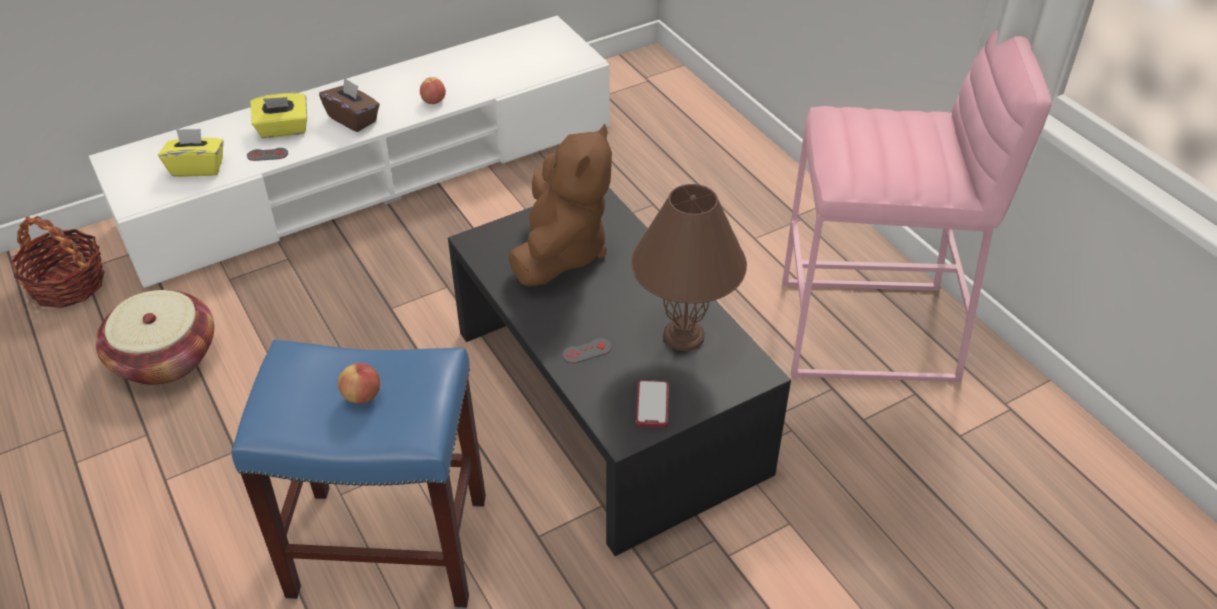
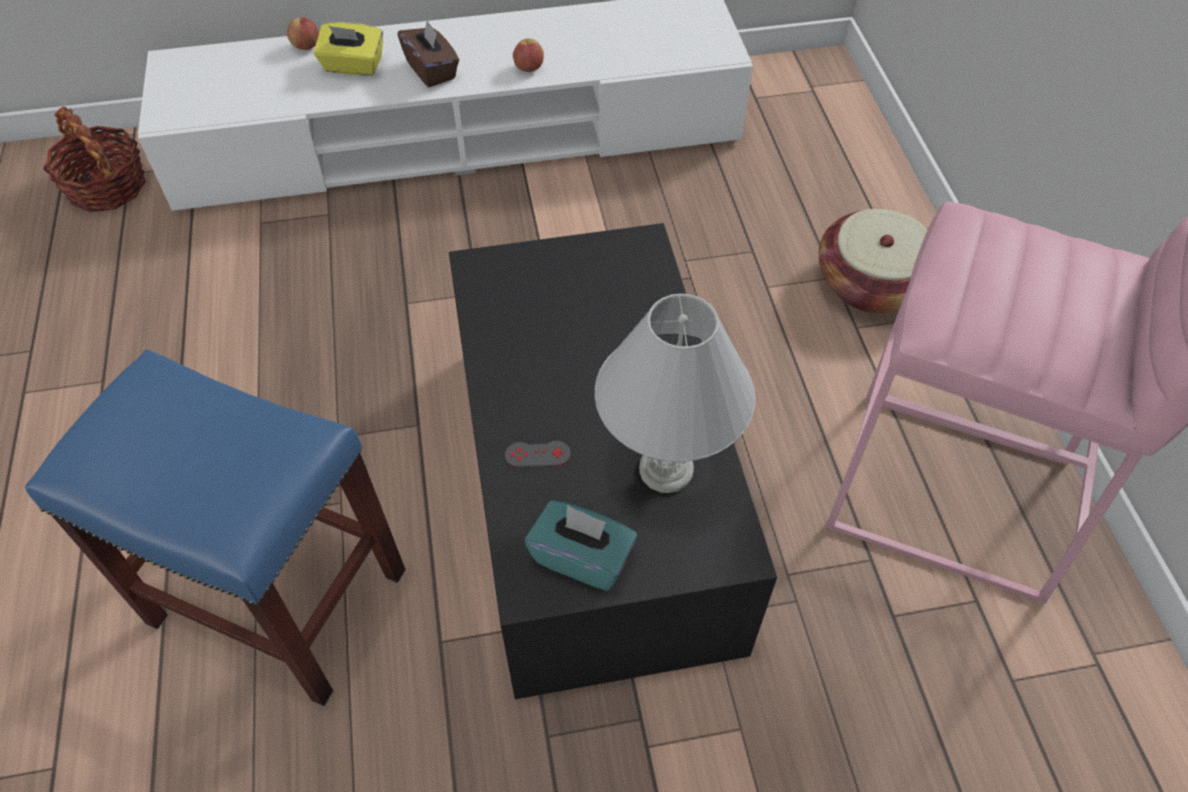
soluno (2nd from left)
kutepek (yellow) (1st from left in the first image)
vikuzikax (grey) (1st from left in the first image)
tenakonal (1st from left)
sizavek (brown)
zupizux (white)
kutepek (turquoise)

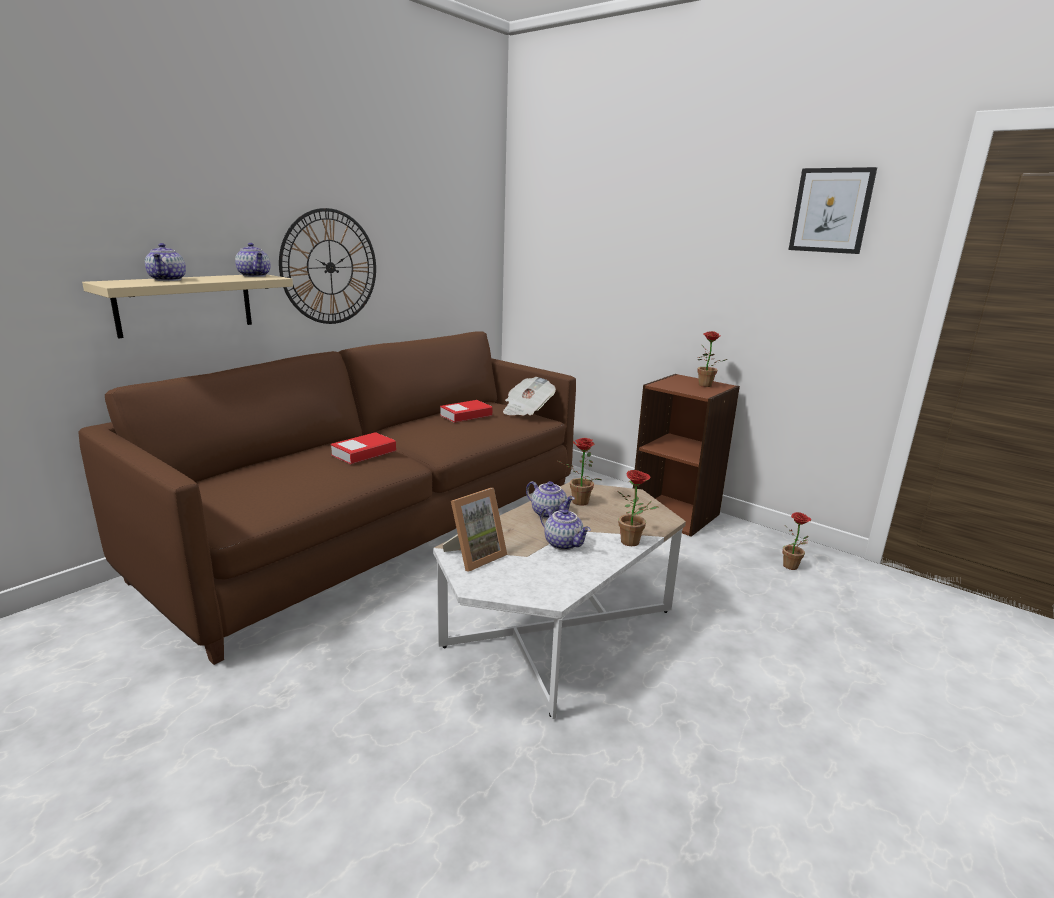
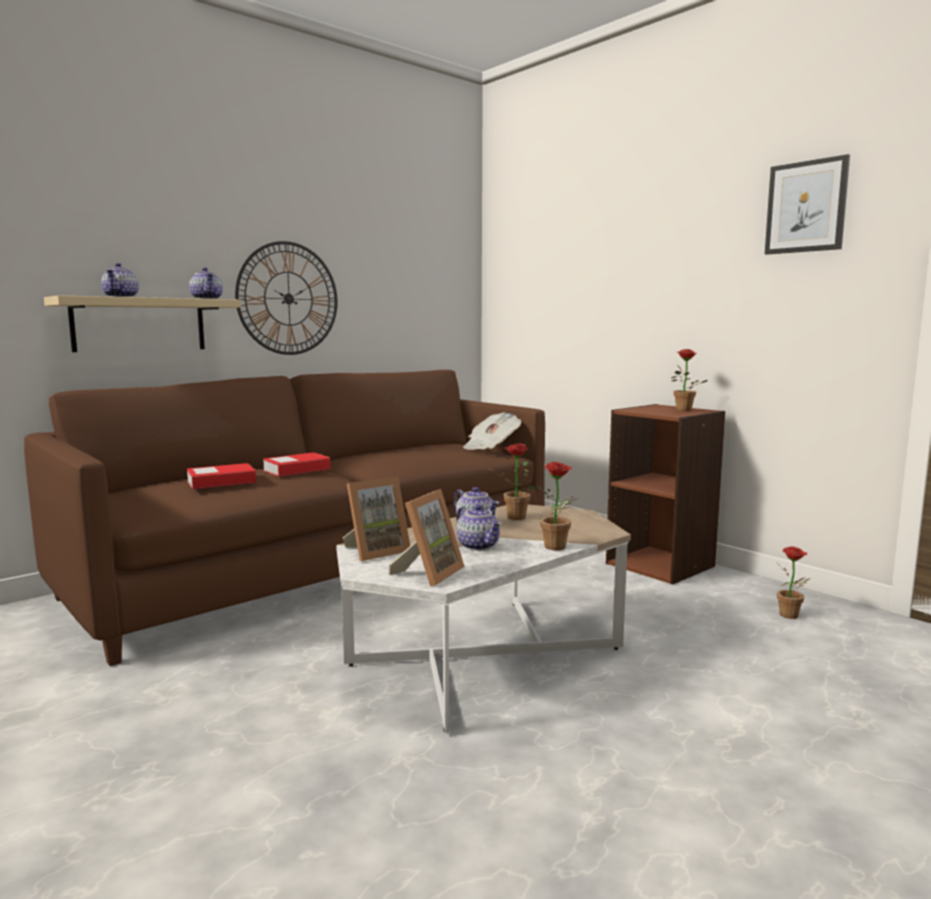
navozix (1st from left)
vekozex (2nd from left)

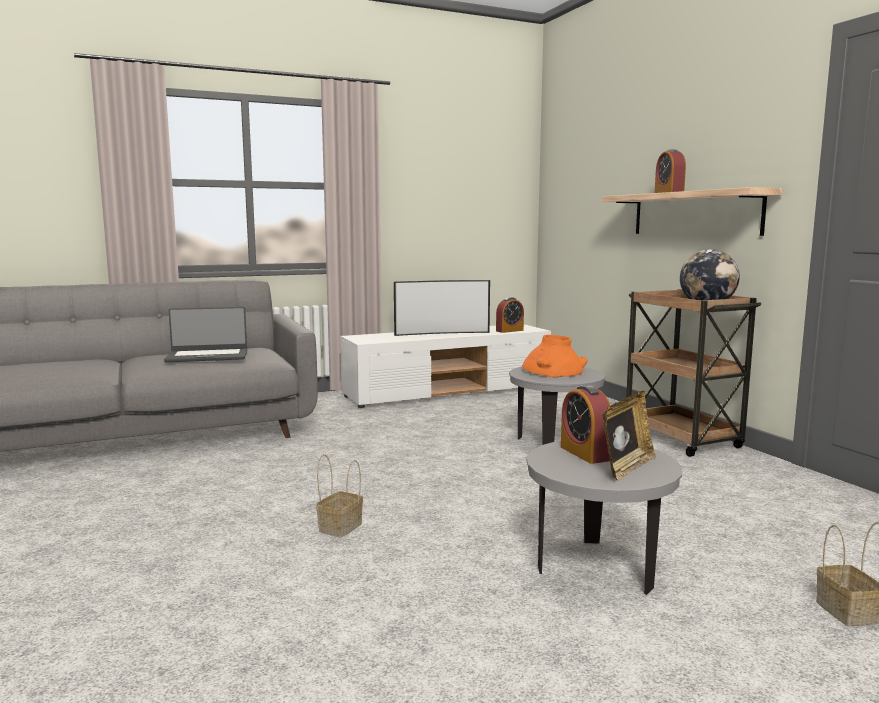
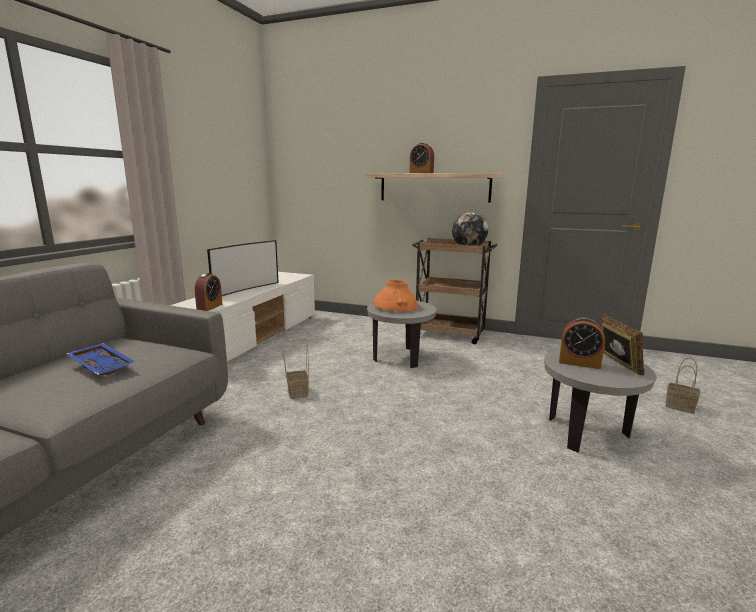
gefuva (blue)
soluno (1st from left)
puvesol (1st from left)

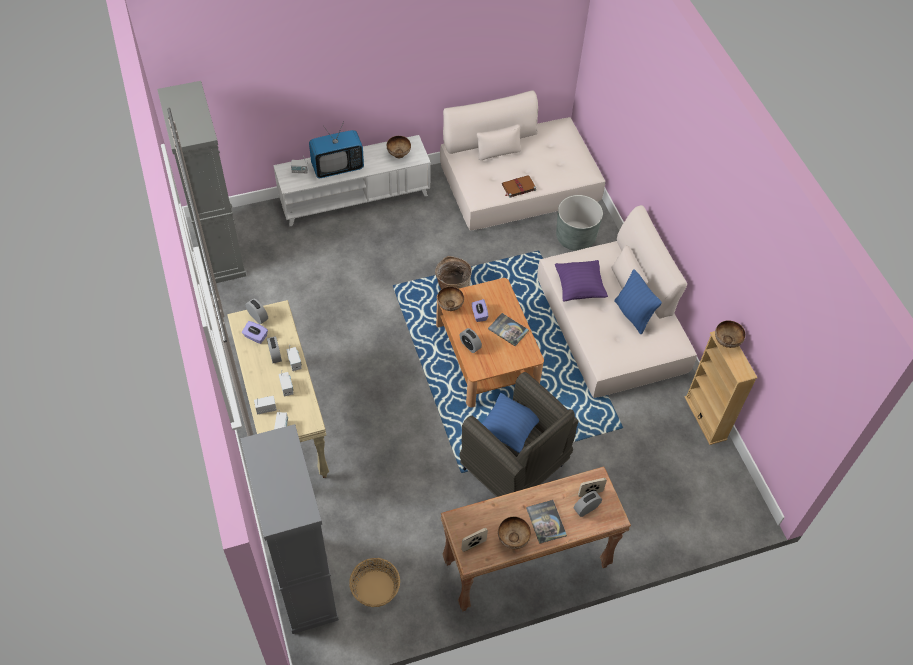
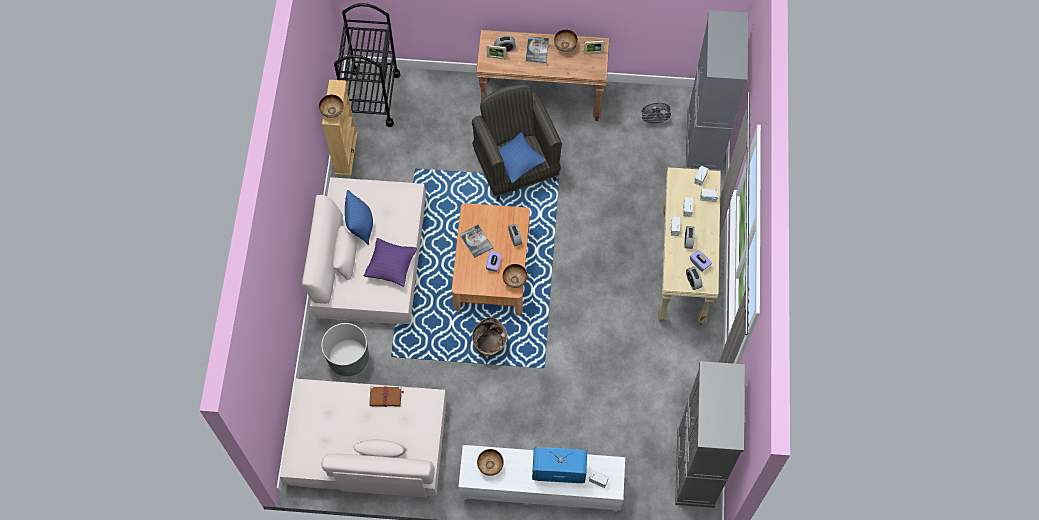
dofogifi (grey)
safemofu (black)

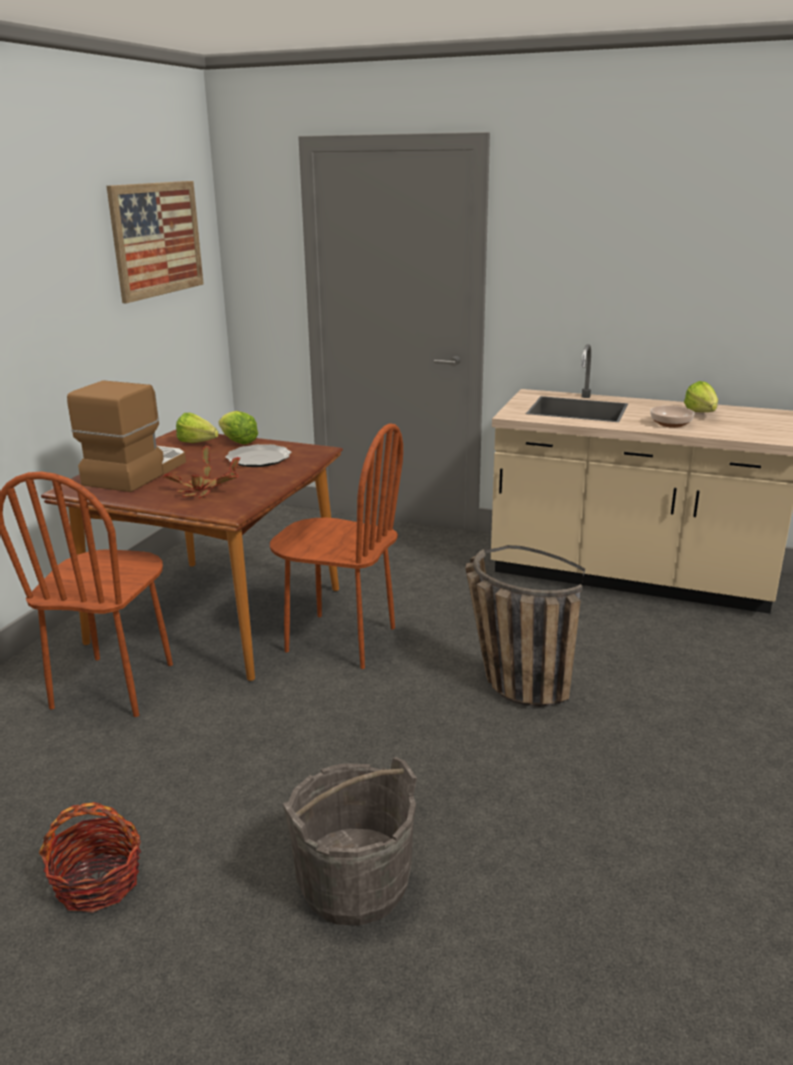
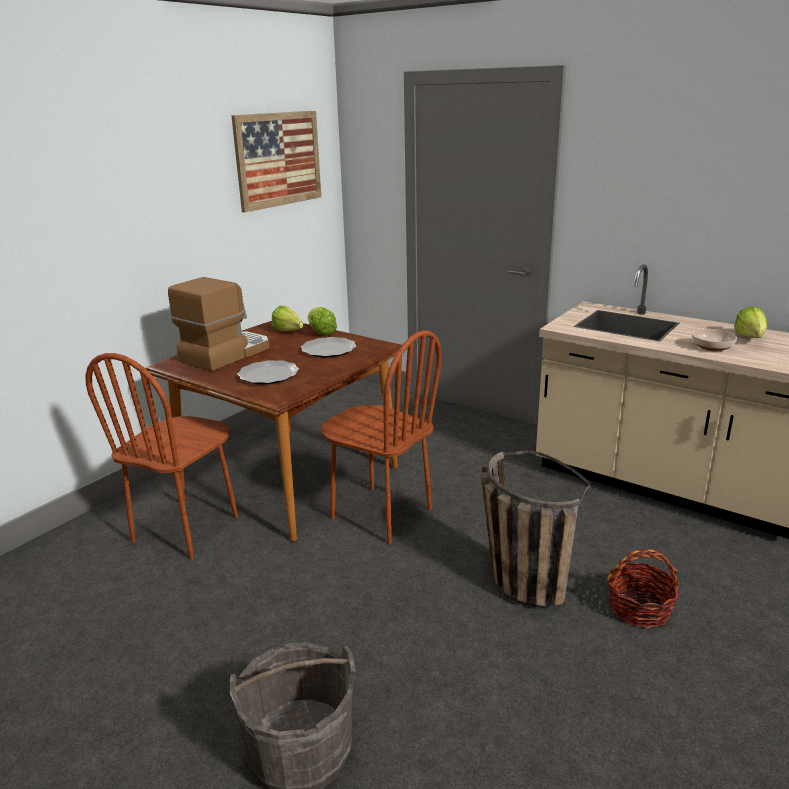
soluno (2nd from left)
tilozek (1st from left)

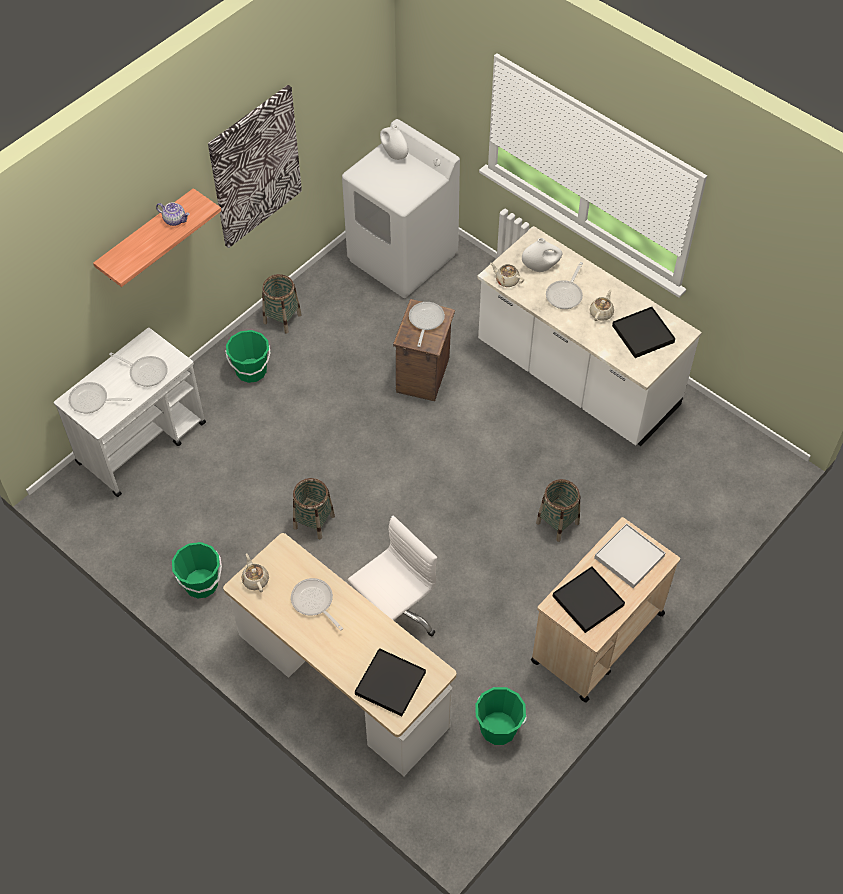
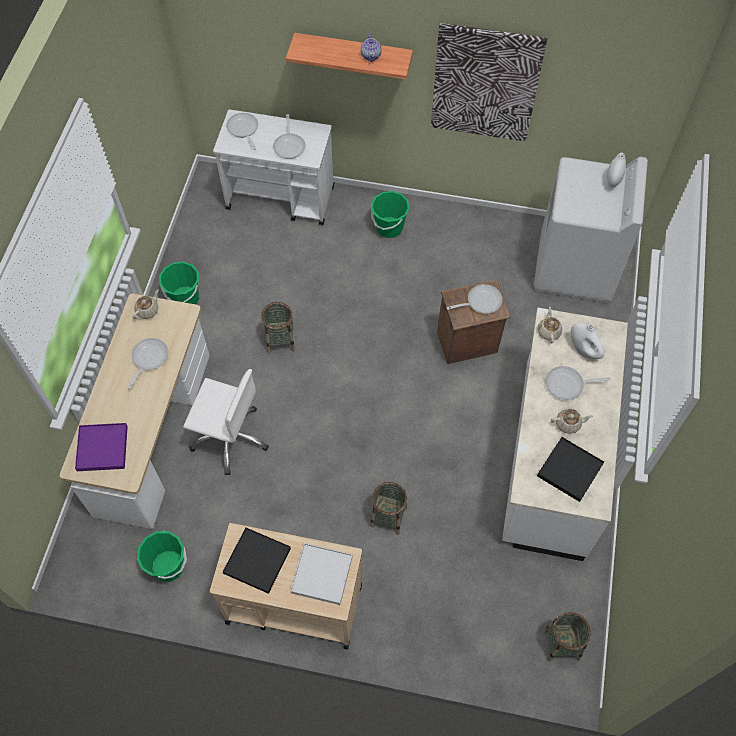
soluno (3rd from left)
gefuva (purple)

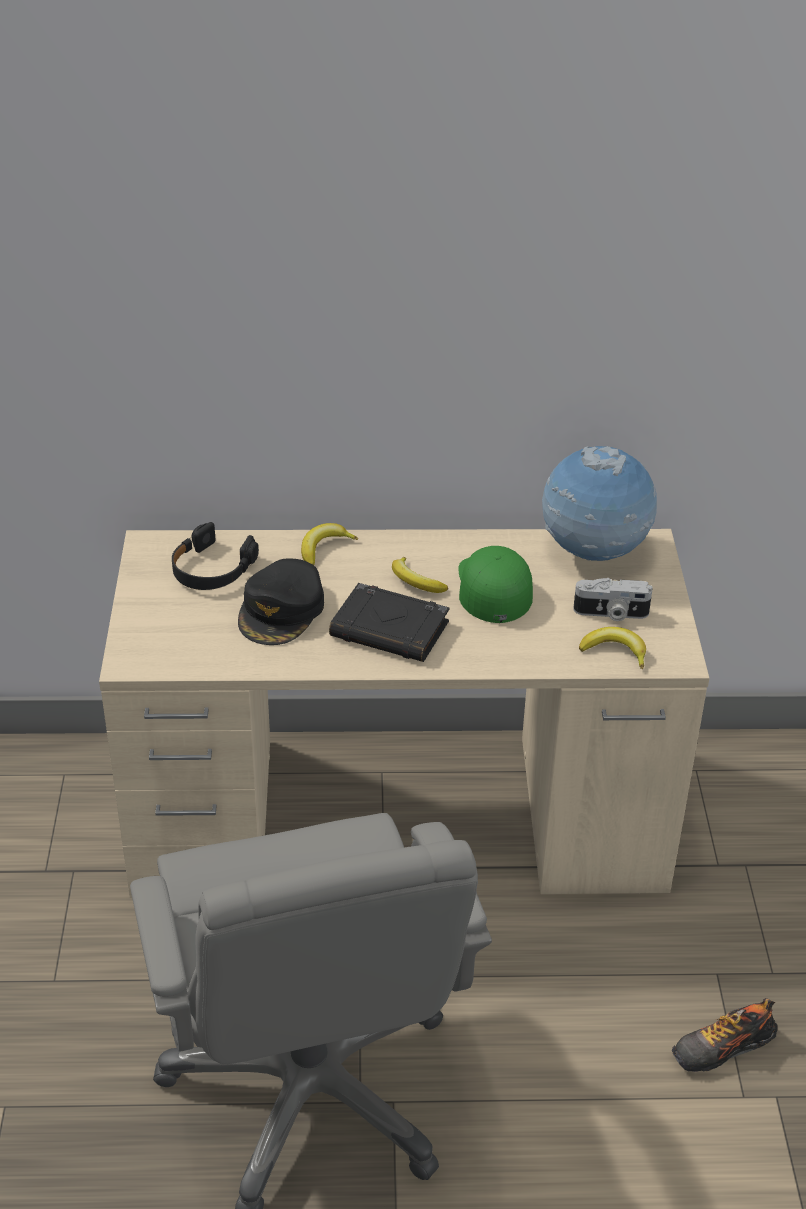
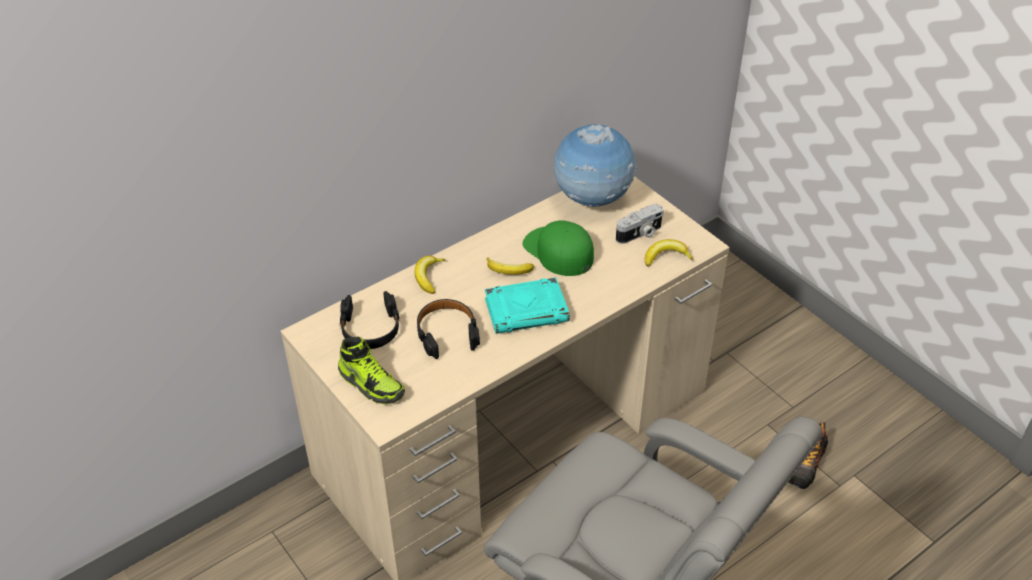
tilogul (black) (2nd from left)
navozix (turquoise)
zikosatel (1st from left)

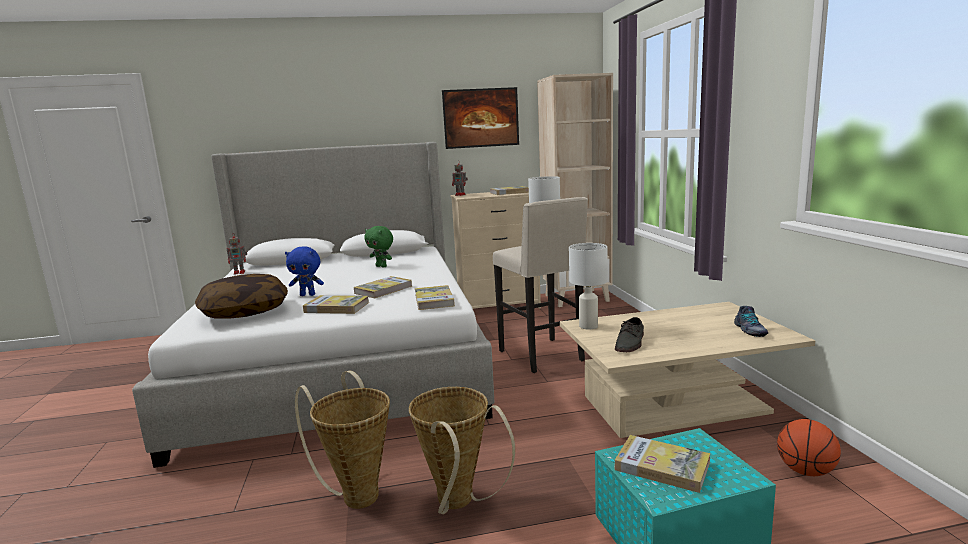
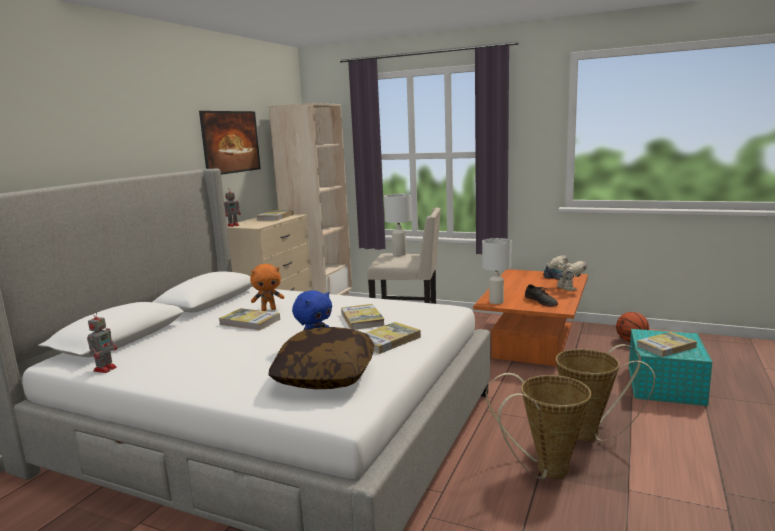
sizavek (orange)
navozix (1st from left)
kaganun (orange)
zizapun (3rd from left)

